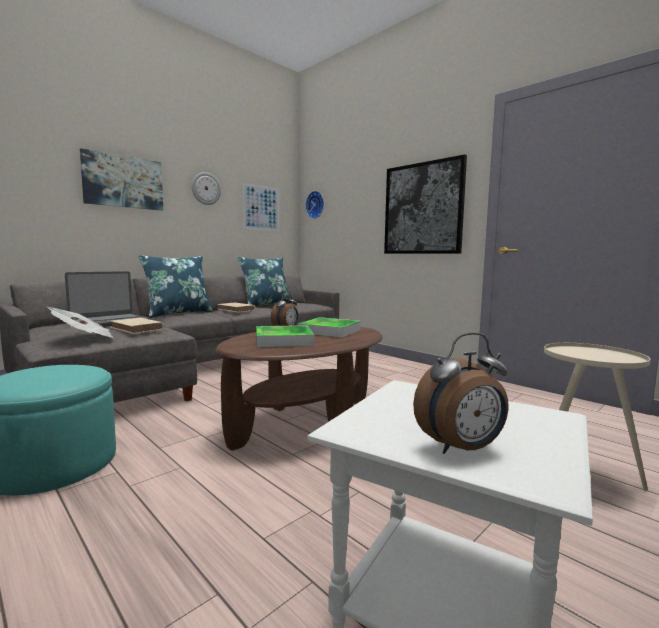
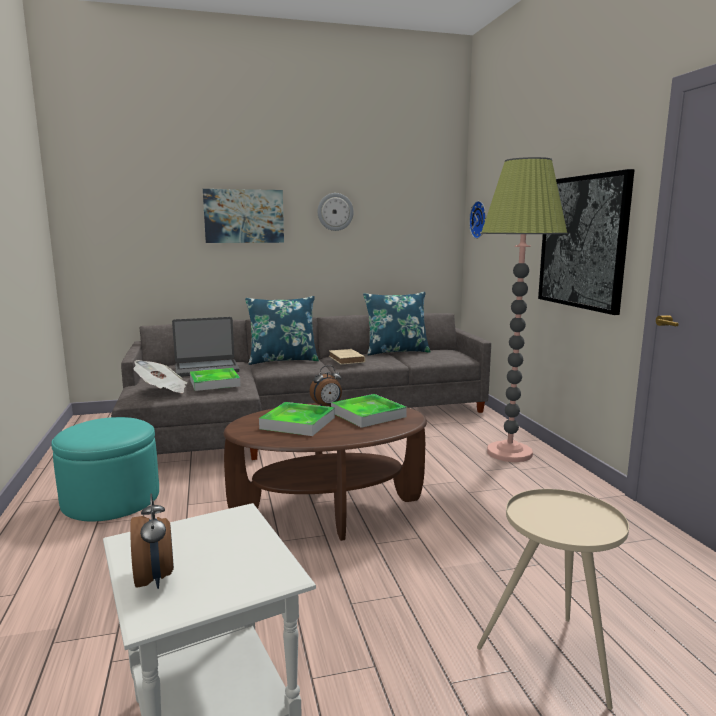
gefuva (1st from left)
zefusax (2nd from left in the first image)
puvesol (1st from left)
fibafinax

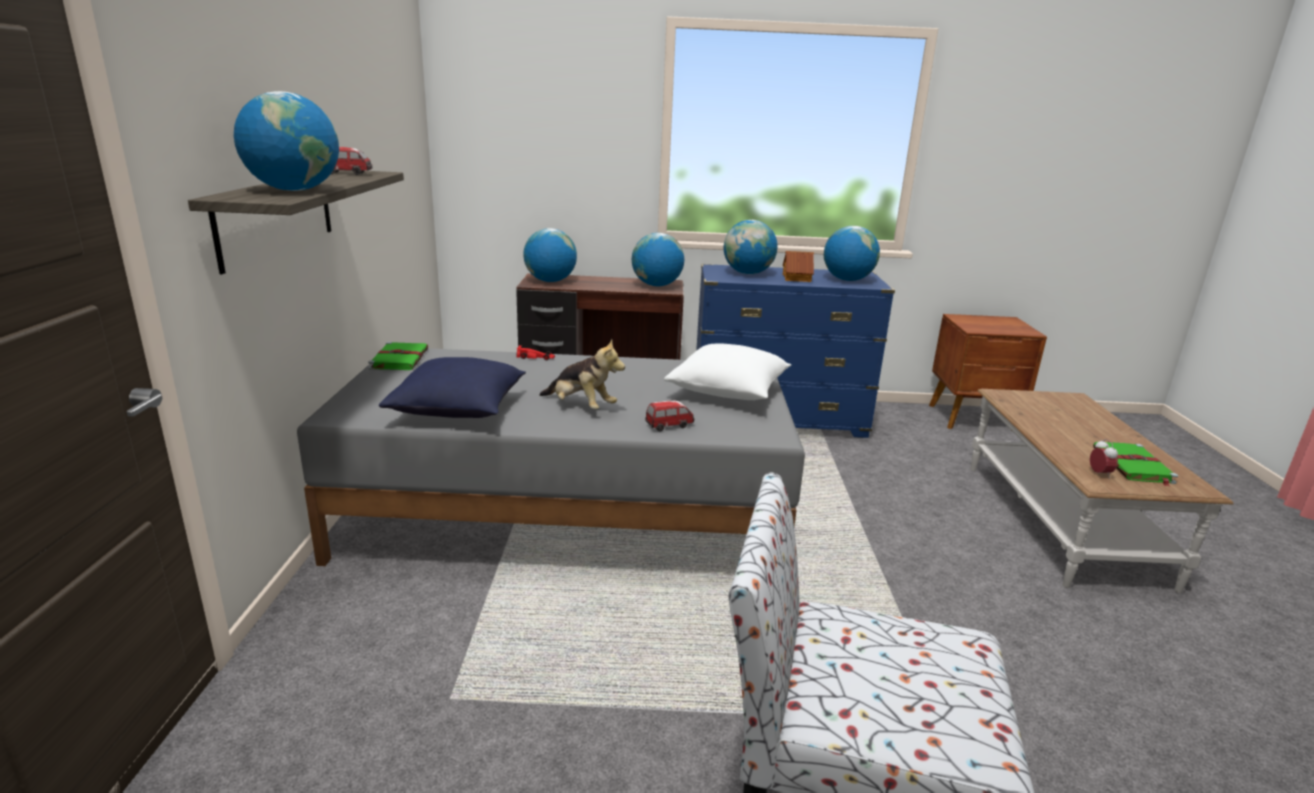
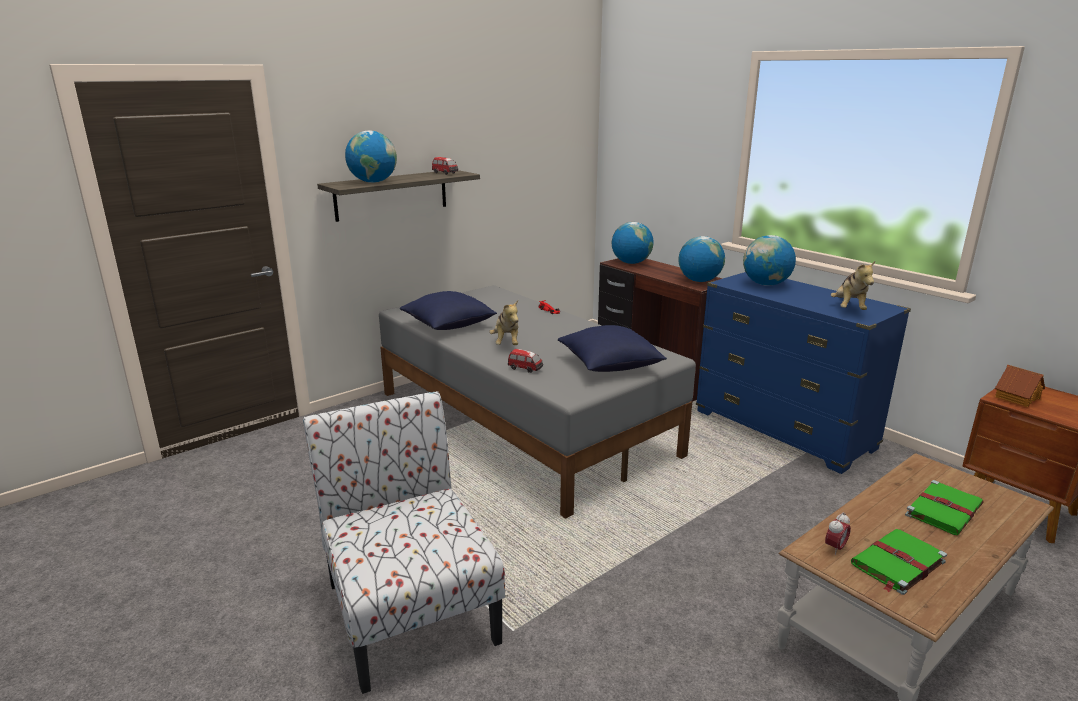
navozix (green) (2nd from left)
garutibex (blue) (2nd from left)
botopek
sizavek (2nd from left)

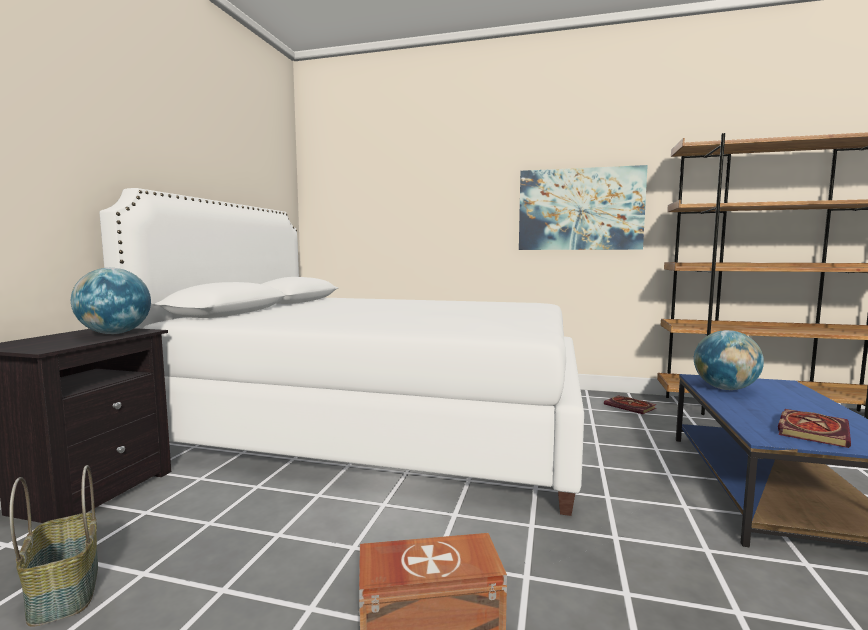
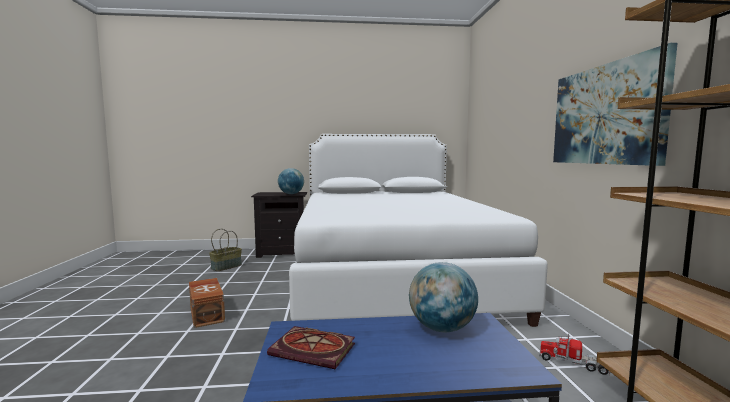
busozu

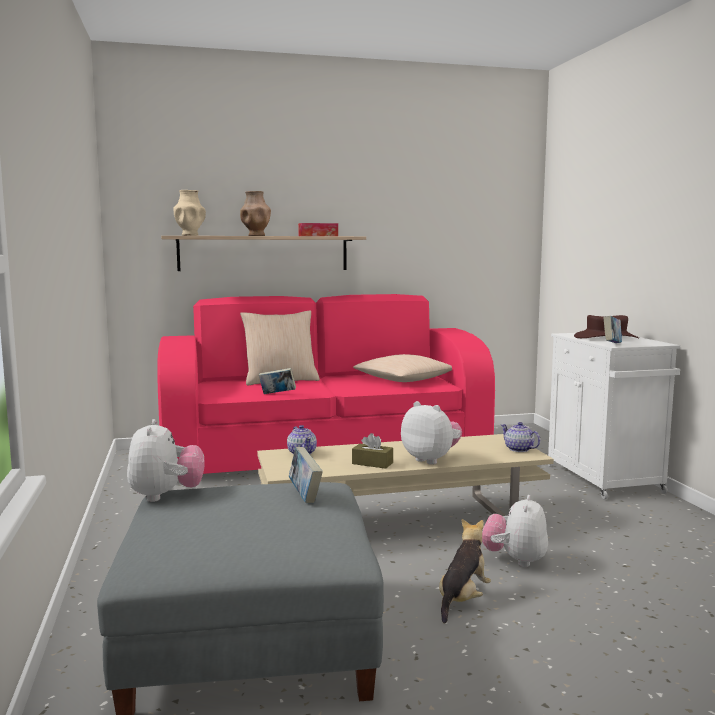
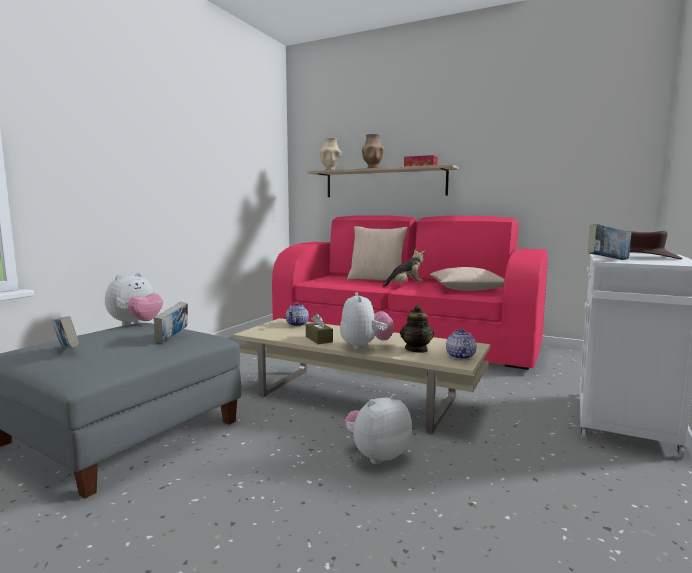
navozix (1st from left)
sizavek (4th from left)
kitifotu (2nd from left)

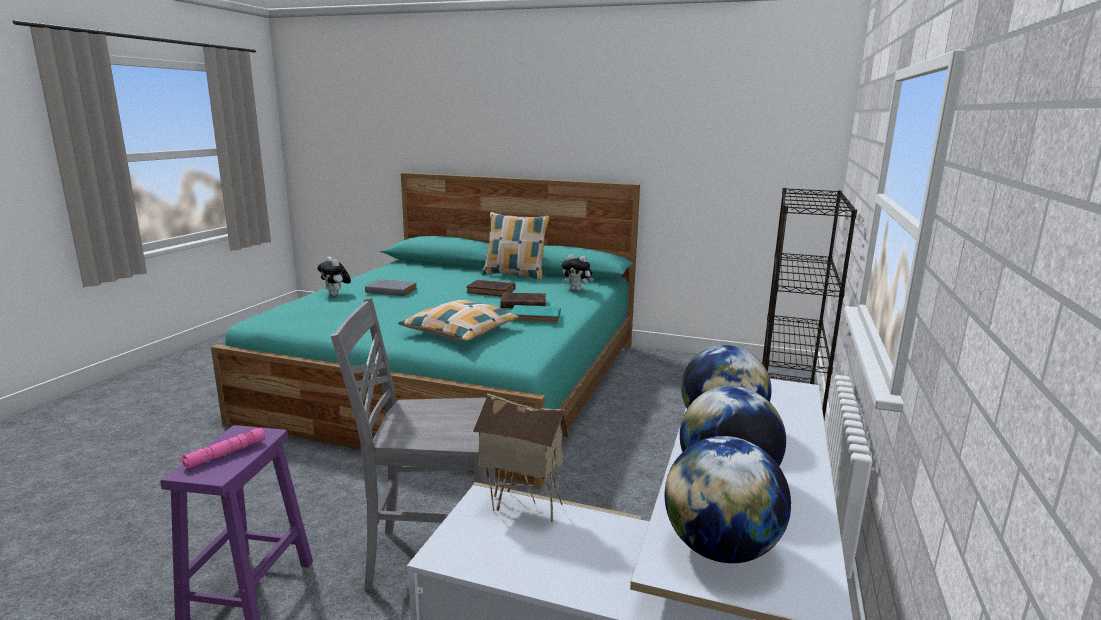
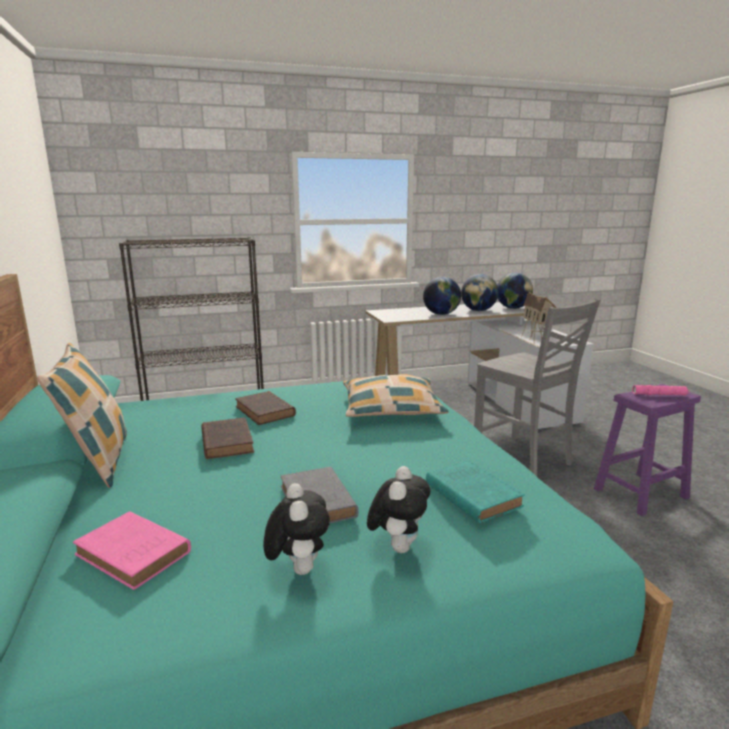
navozix (turquoise)
sizavek (1st from left)
navozix (pink)

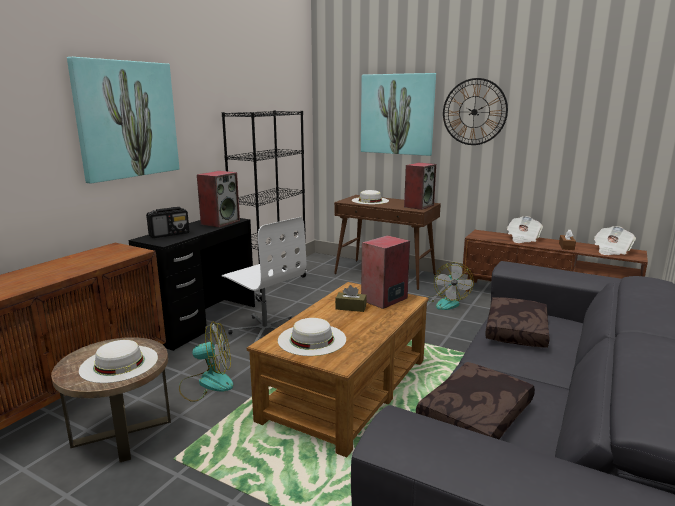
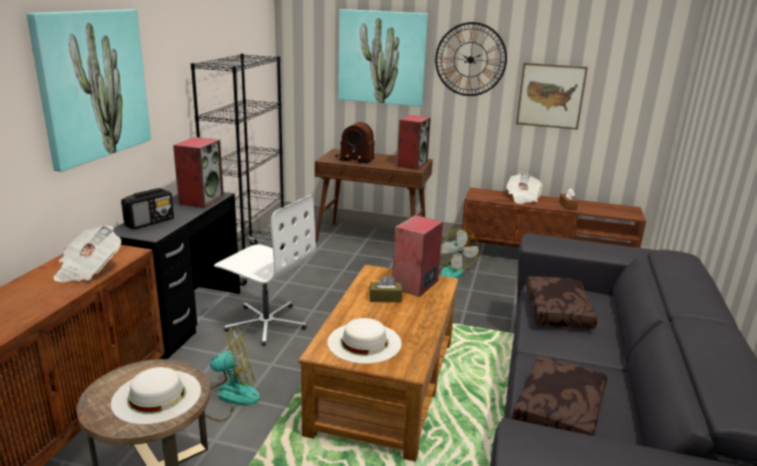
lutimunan (2nd from left)
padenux (1st from left)
zefusax (3rd from left)

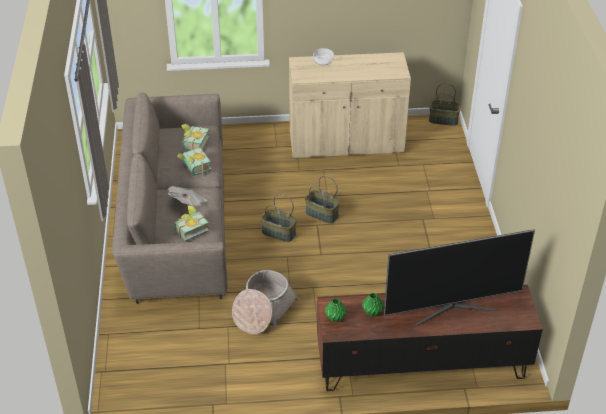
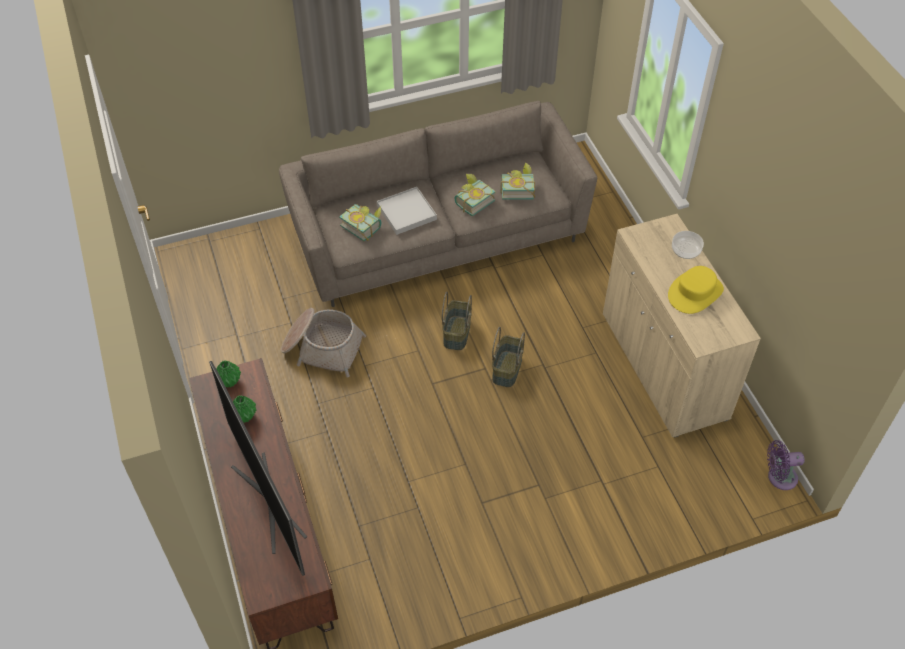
gefuva (white)
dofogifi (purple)
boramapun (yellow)

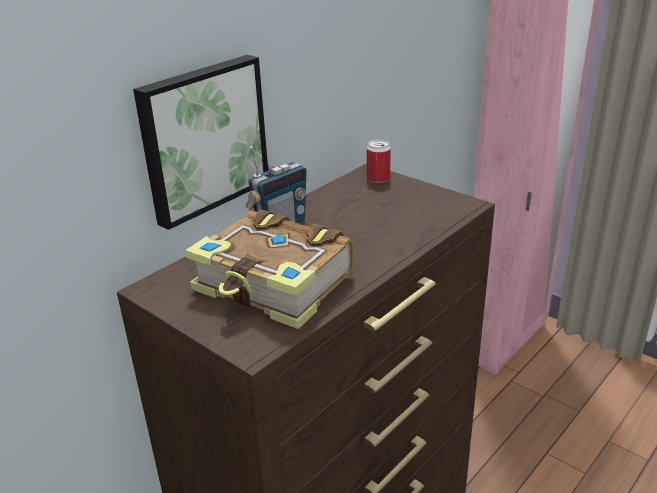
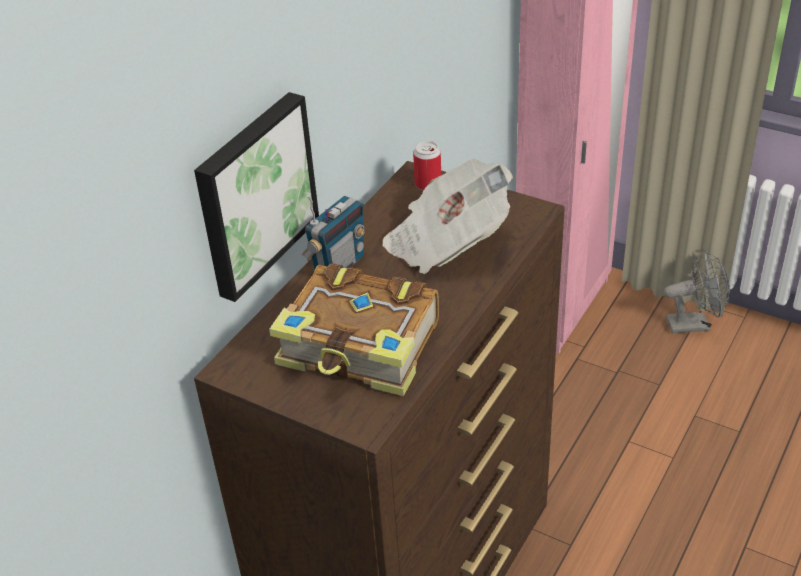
padenux
dofogifi (grey)

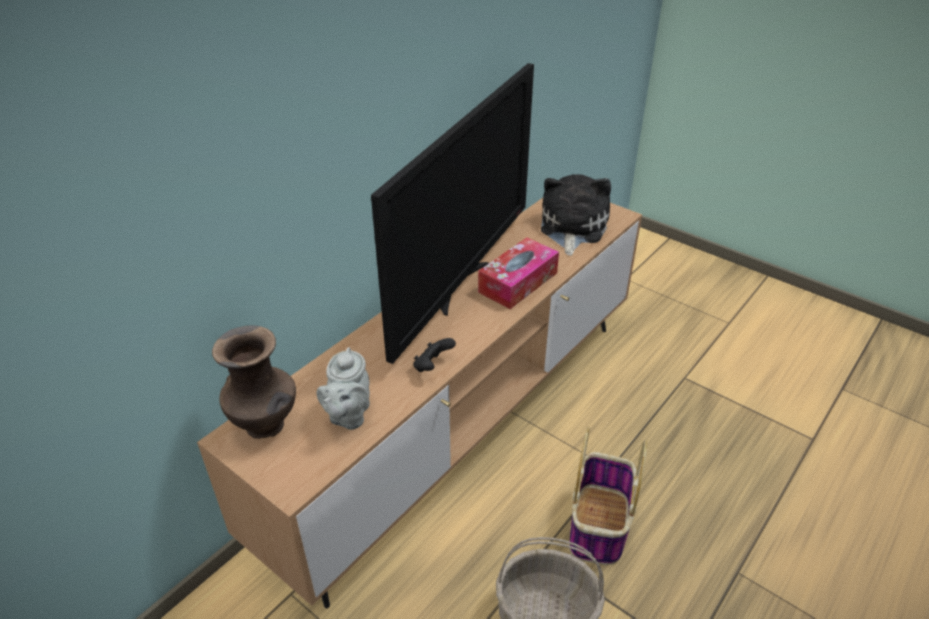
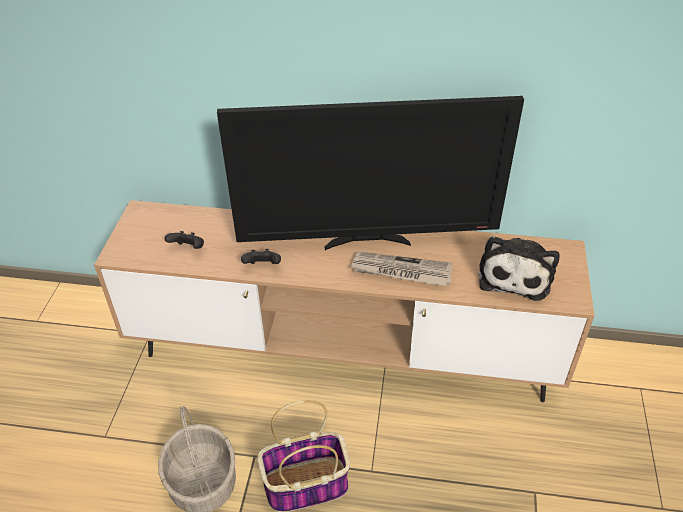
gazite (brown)
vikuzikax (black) (1st from left)
padenux
sizavek

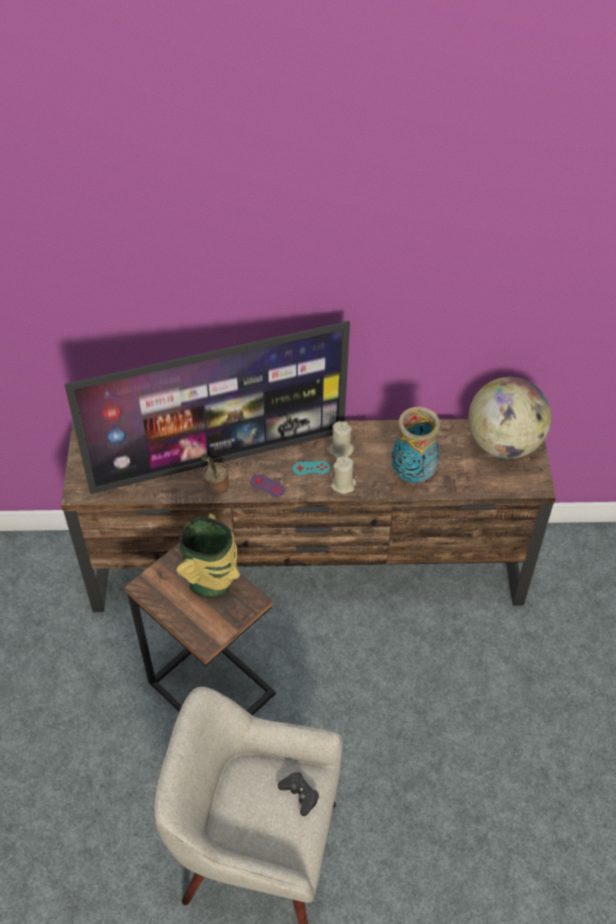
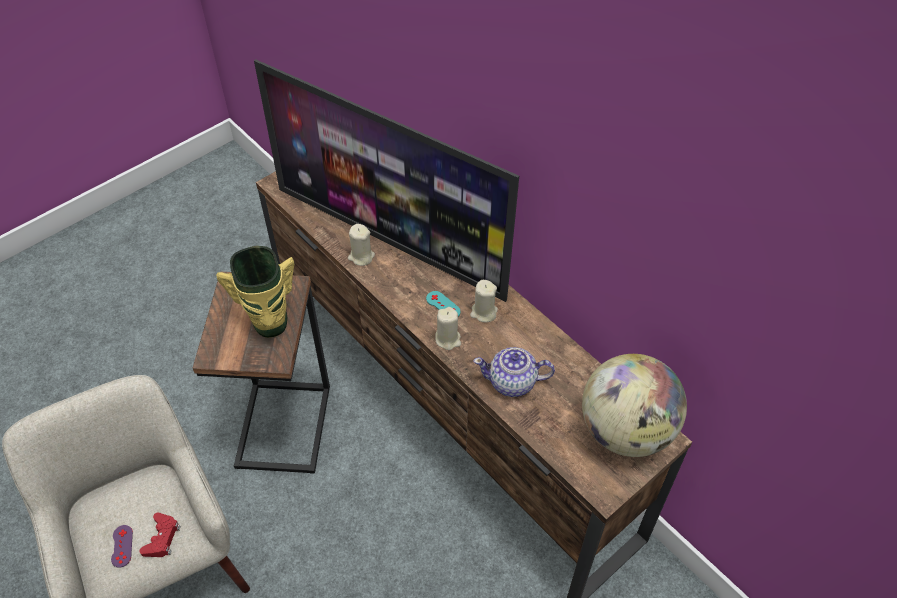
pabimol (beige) (1st from left)
vikuzikax (purple)
vikuzikax (red)
kitifotu

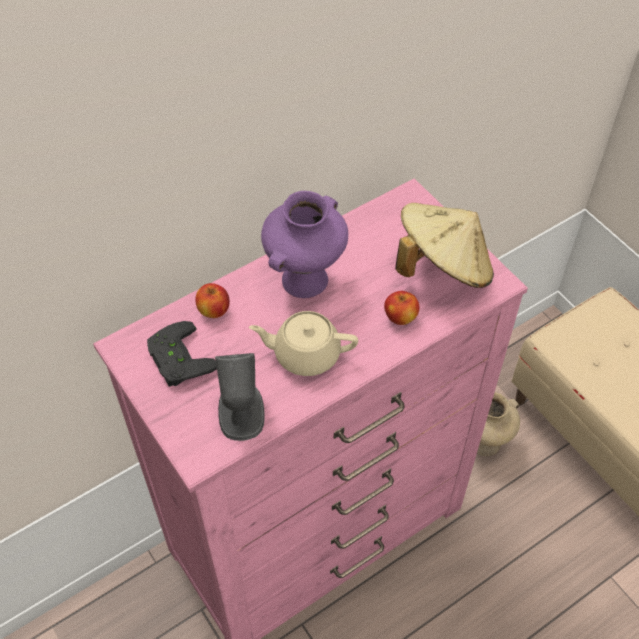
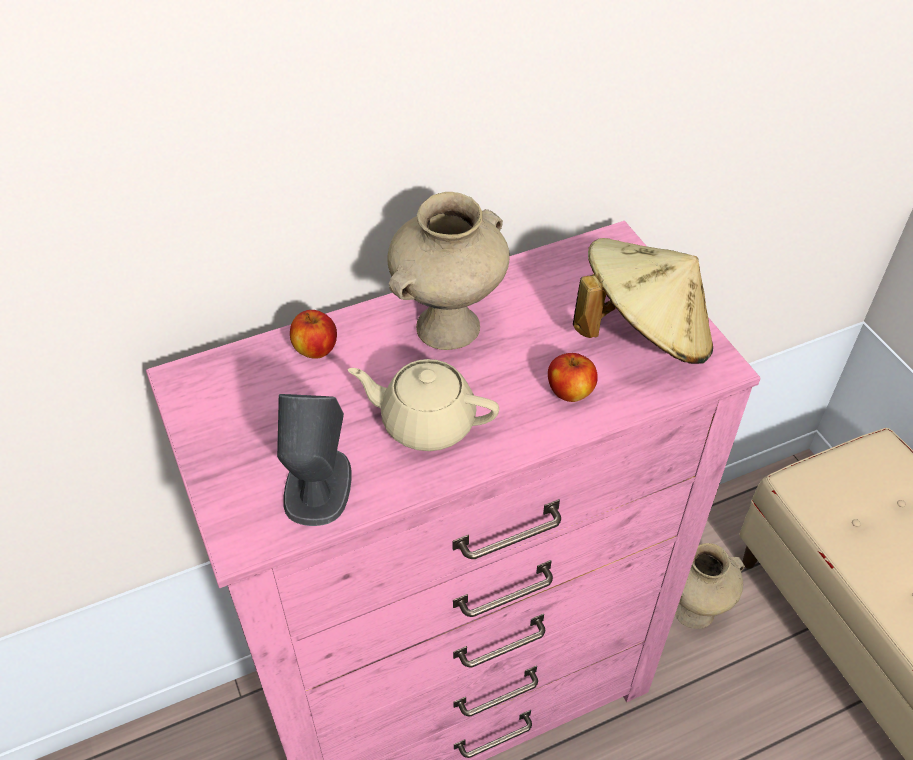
vikuzikax (black)
gazite (beige) (1st from left)

